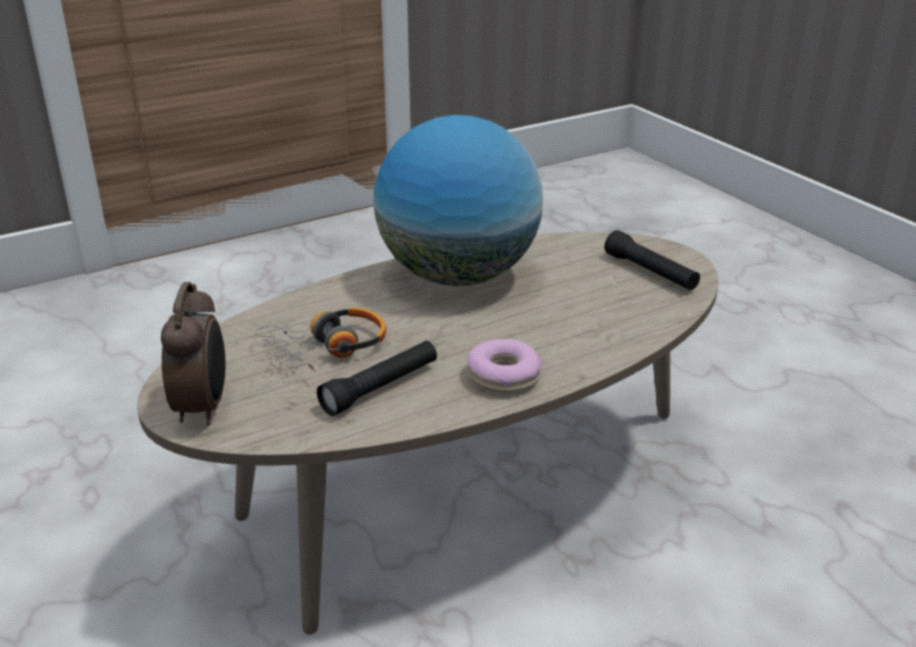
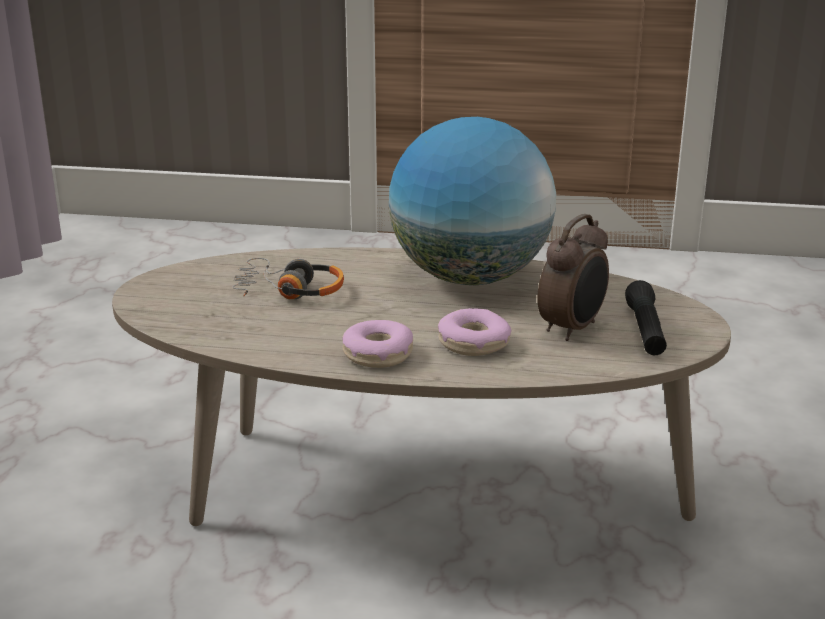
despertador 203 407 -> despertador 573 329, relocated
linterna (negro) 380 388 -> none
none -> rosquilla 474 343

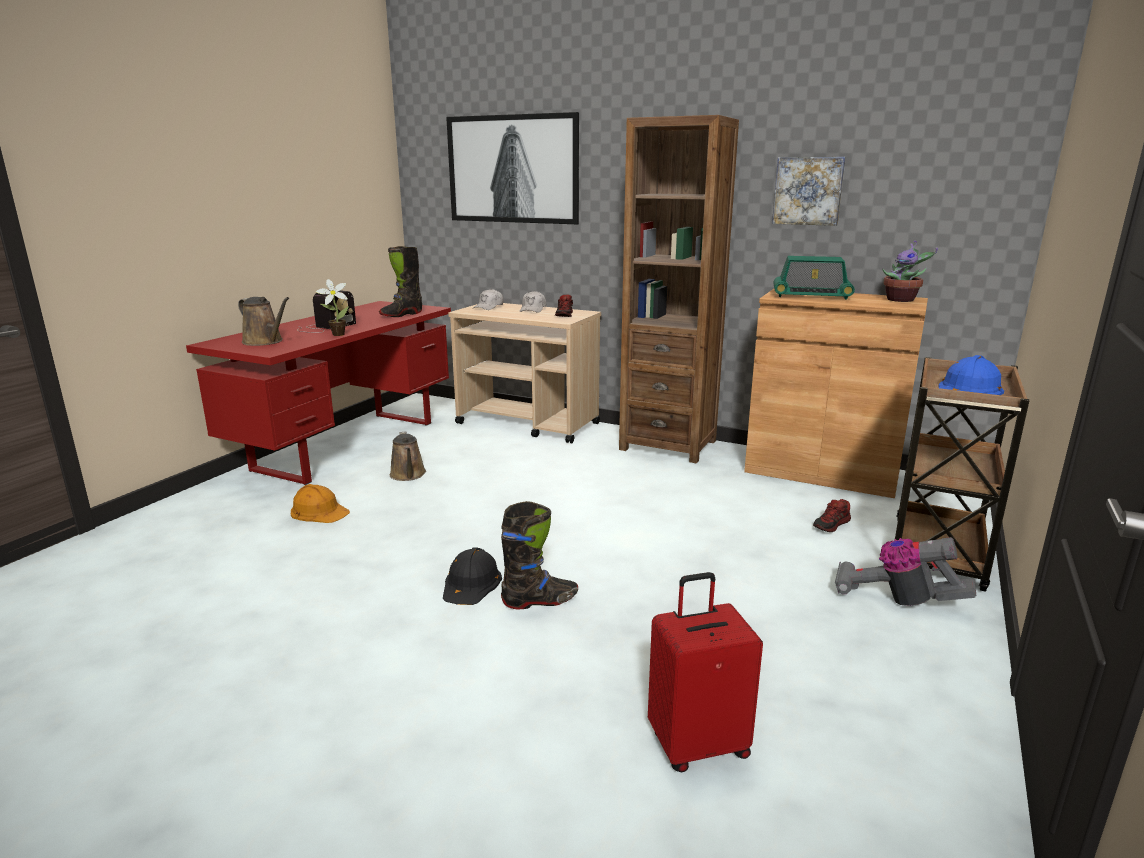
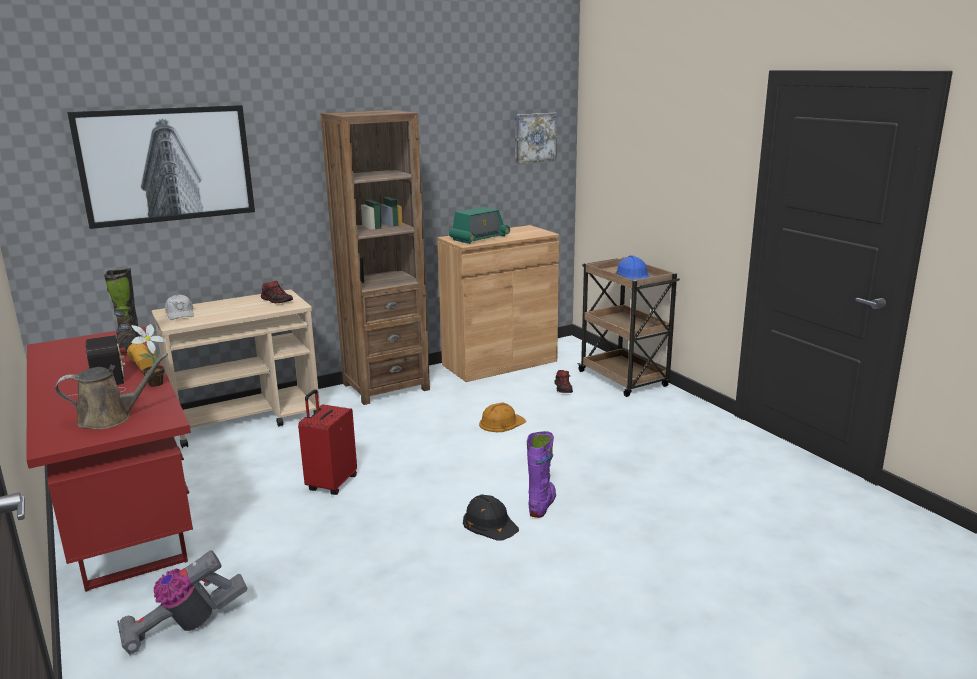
cuadro 808 191 -> cuadro 534 137, relocated
planta en maceta 902 300 -> none
gorra (blanco) 533 309 -> none
regadera (marrón) 408 475 -> none
casco (naranja) 319 511 -> casco (naranja) 501 423, relocated
bota (negro) 540 601 -> bota (morado) 542 505
aspiradora 897 599 -> aspiradora 184 626, relocated
maleta (rojo) 697 744 -> maleta (rojo) 331 484, relocated
none -> linterna 142 365

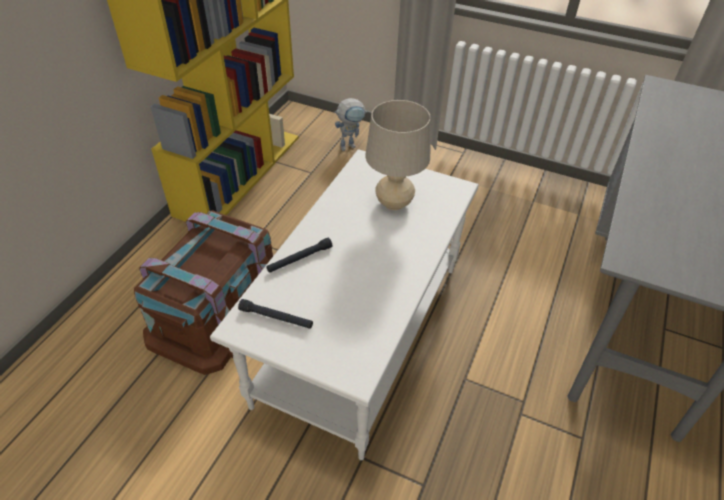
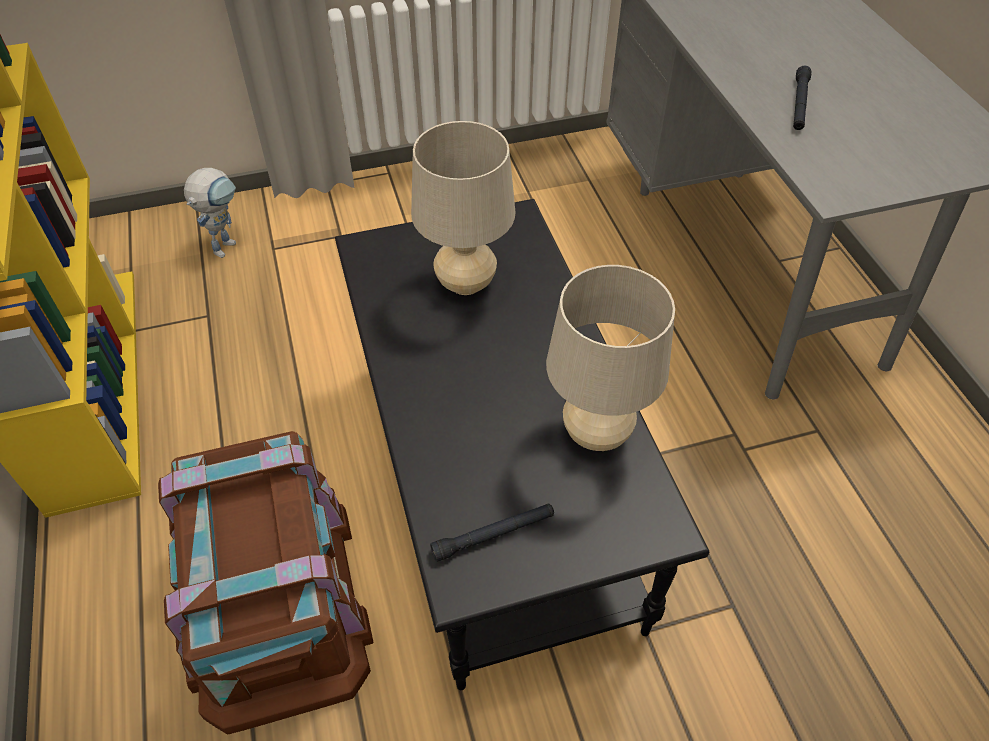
mesa de centro (blanco) 359 331 -> mesa de centro (negro) 492 486
linterna (negro) 299 259 -> linterna (negro) 799 104, relocated
none -> lámpara de mesa (beis) 596 433

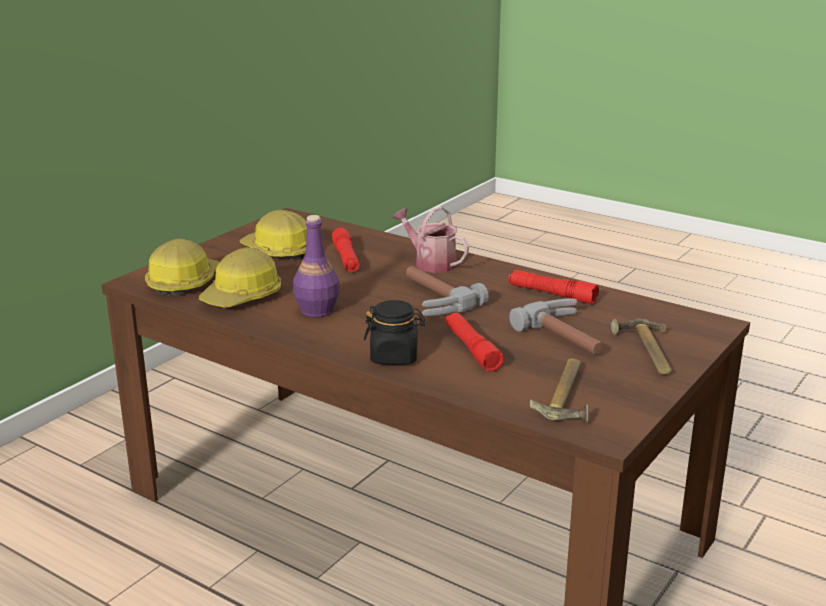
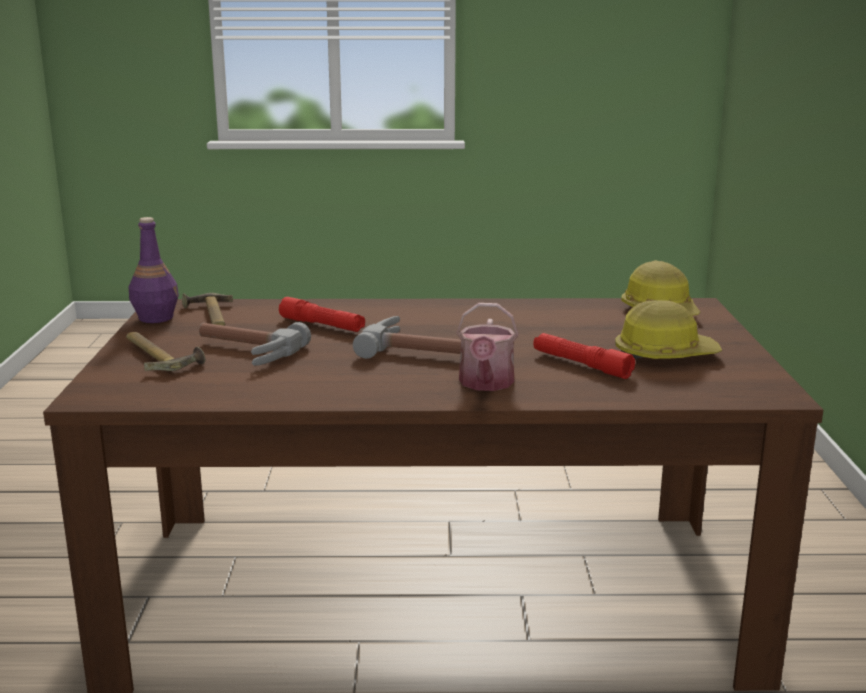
regadera 430 263 -> regadera 485 384, 90 degrees clockwise
botella (morado) 317 311 -> botella (morado) 156 318, relocated
casco 243 297 -> none
linterna (rojo) 552 294 -> none
tarro (negro) 394 357 -> none

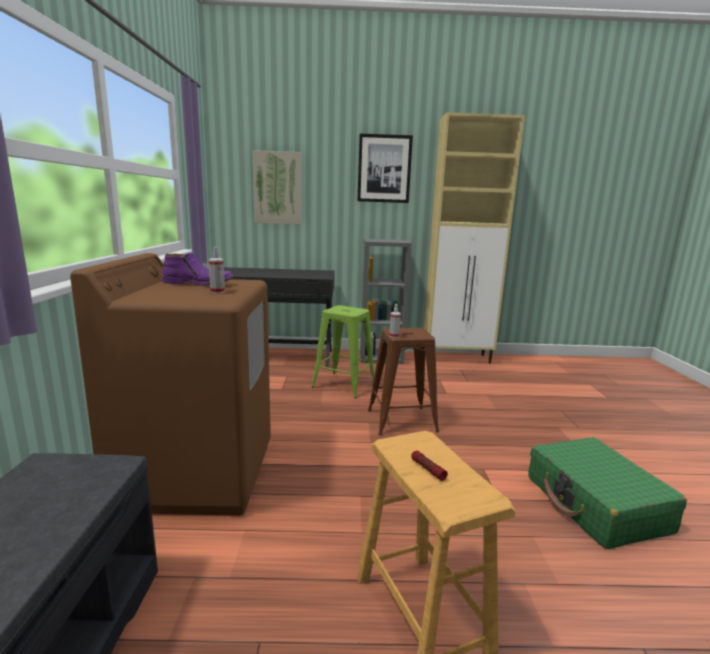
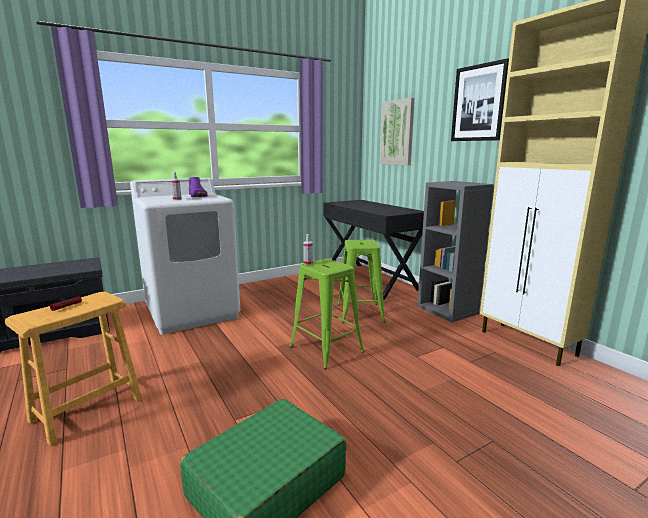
lavadora (marrón) 197 473 -> lavadora (blanco) 193 312
taburete (marrón) 401 420 -> taburete (verde) 326 349

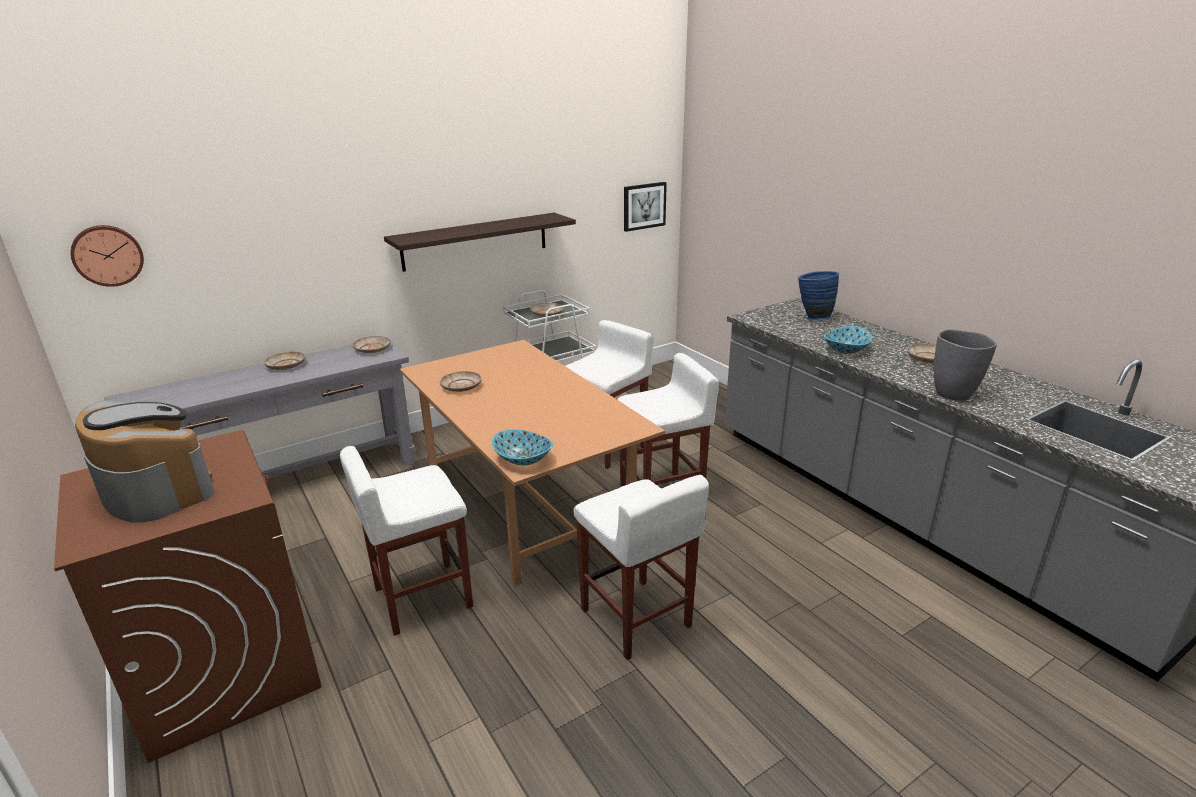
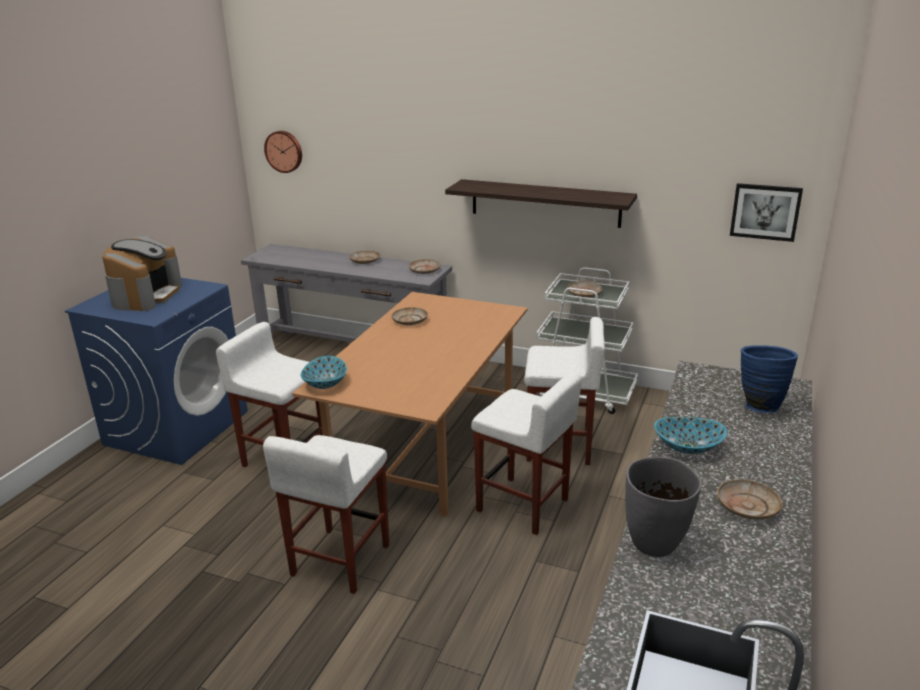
lavadora (marrón) 225 667 -> lavadora (azul) 177 427

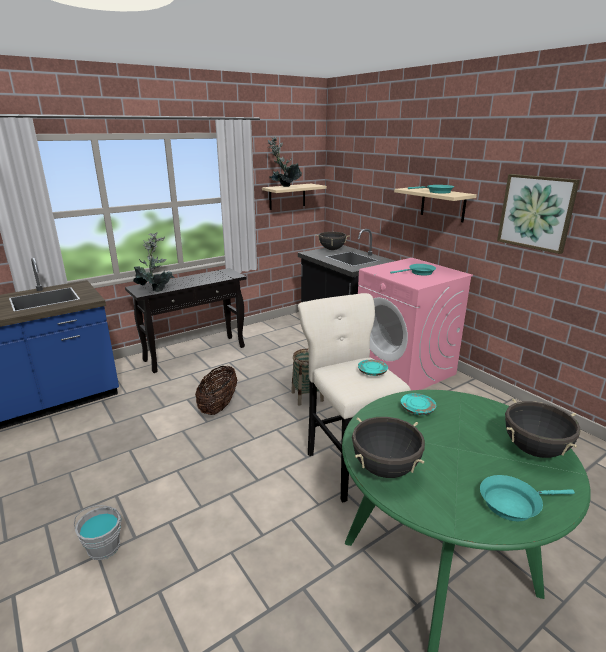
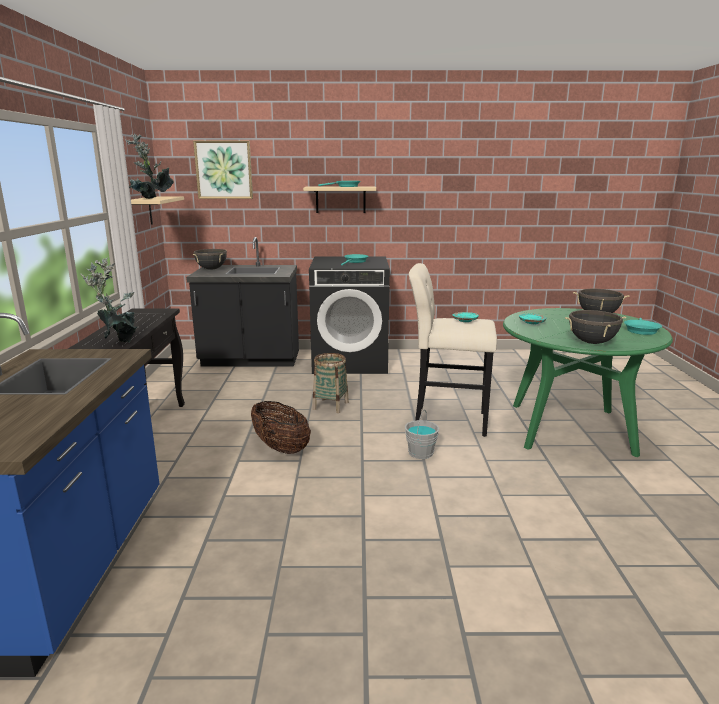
cuadro 536 212 -> cuadro 224 170, relocated
lavadora (rosa) 405 369 -> lavadora (negro) 351 362
cubo (gris) 104 547 -> cubo (gris) 420 452, relocated

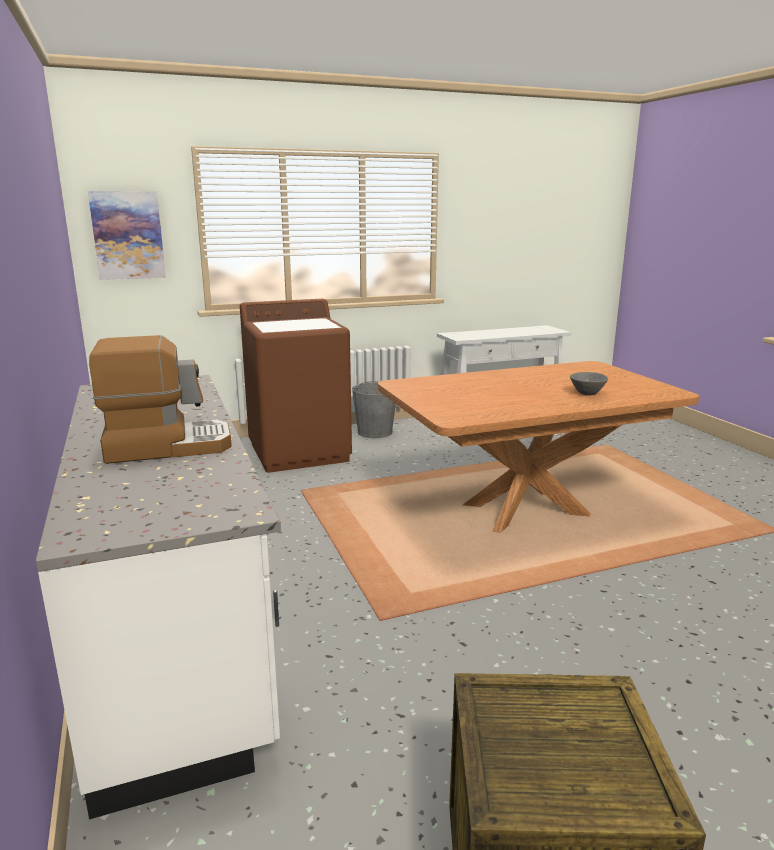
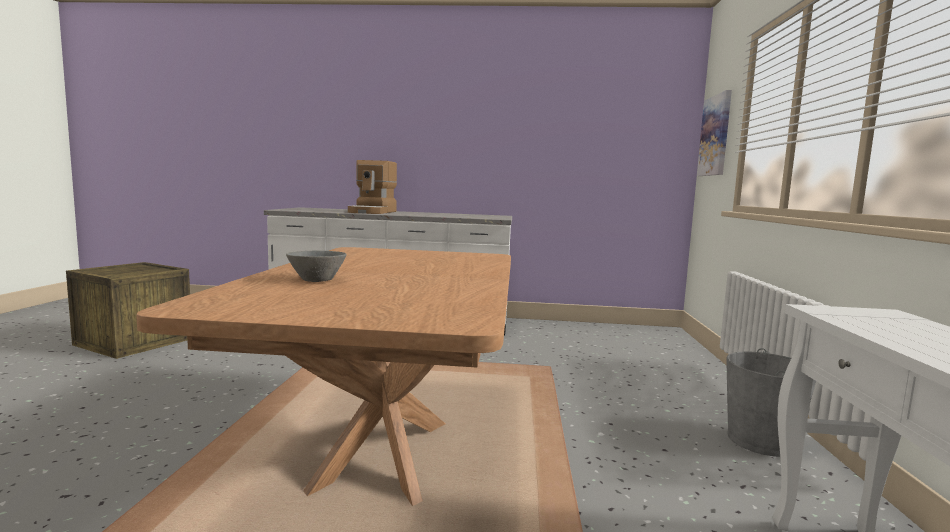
lavadora (marrón) 300 452 -> none

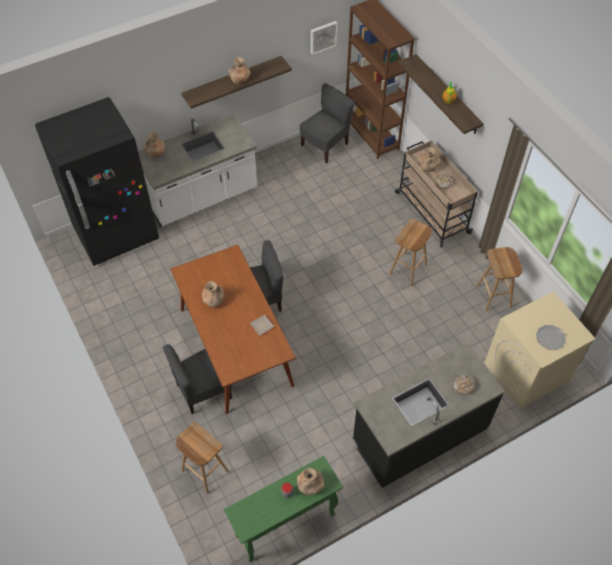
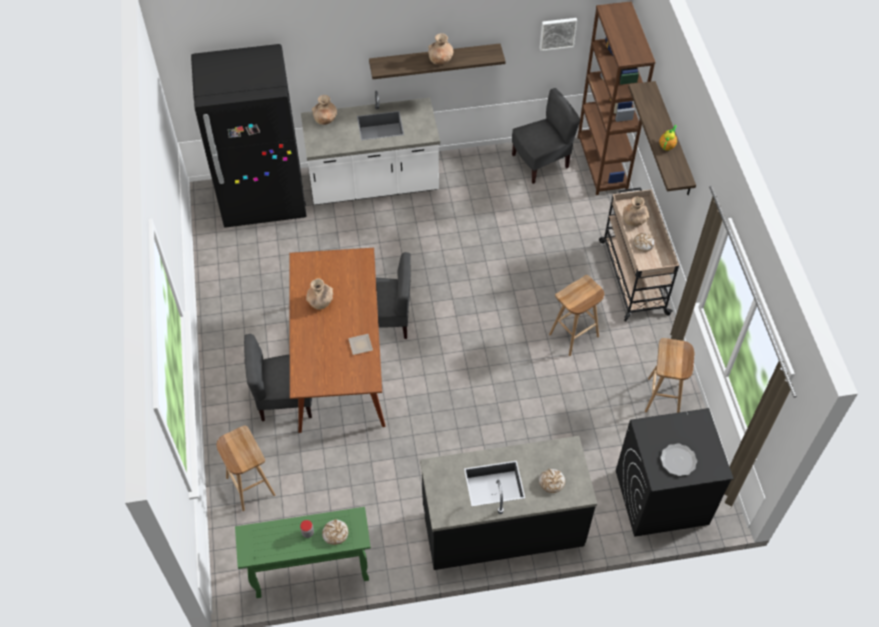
lavadora (beis) 526 372 -> lavadora (negro) 661 497
florero (marrón) 310 486 -> pan 335 534

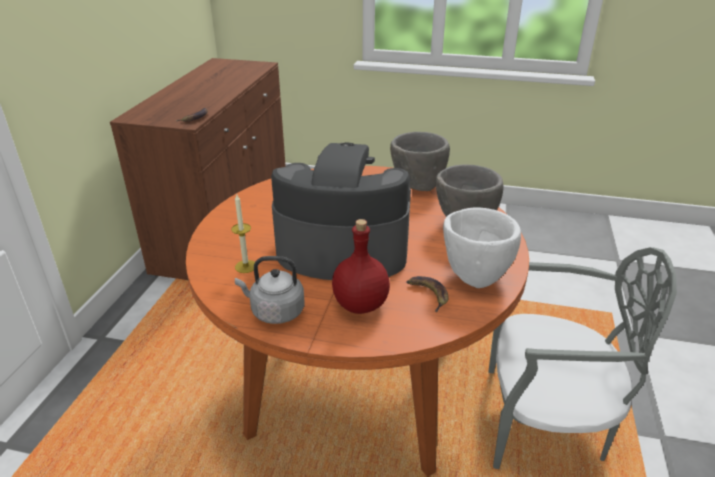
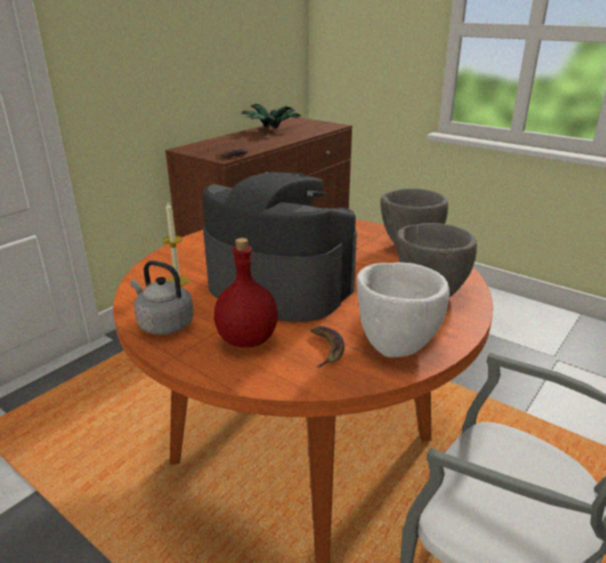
none -> planta en maceta 270 130

